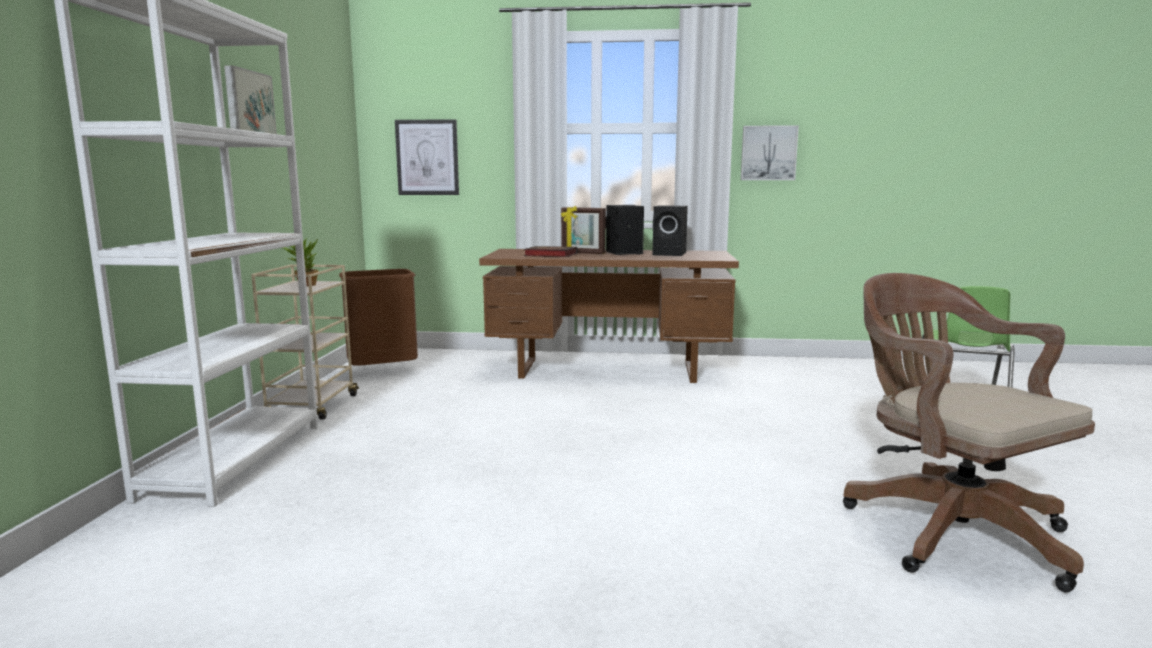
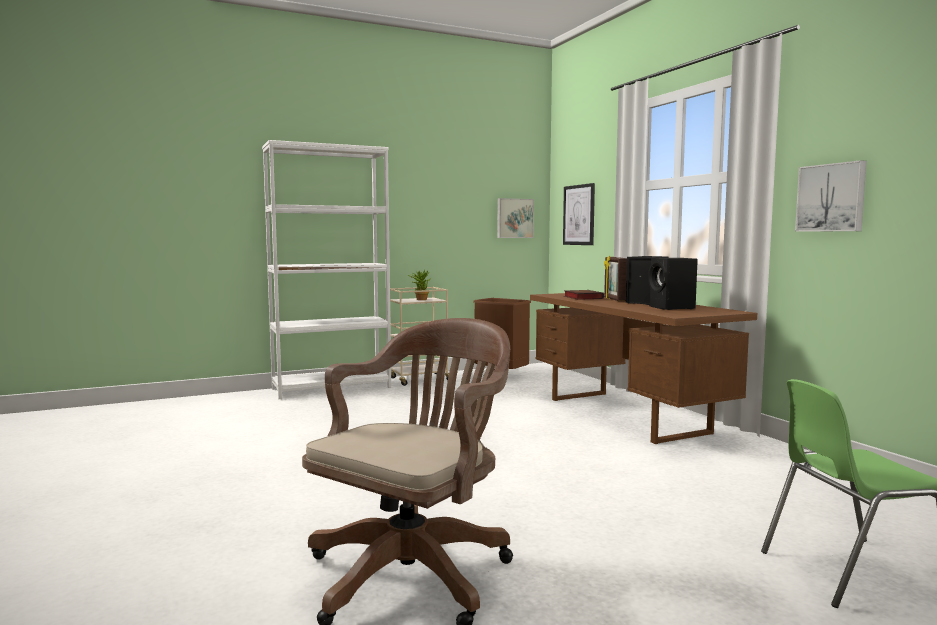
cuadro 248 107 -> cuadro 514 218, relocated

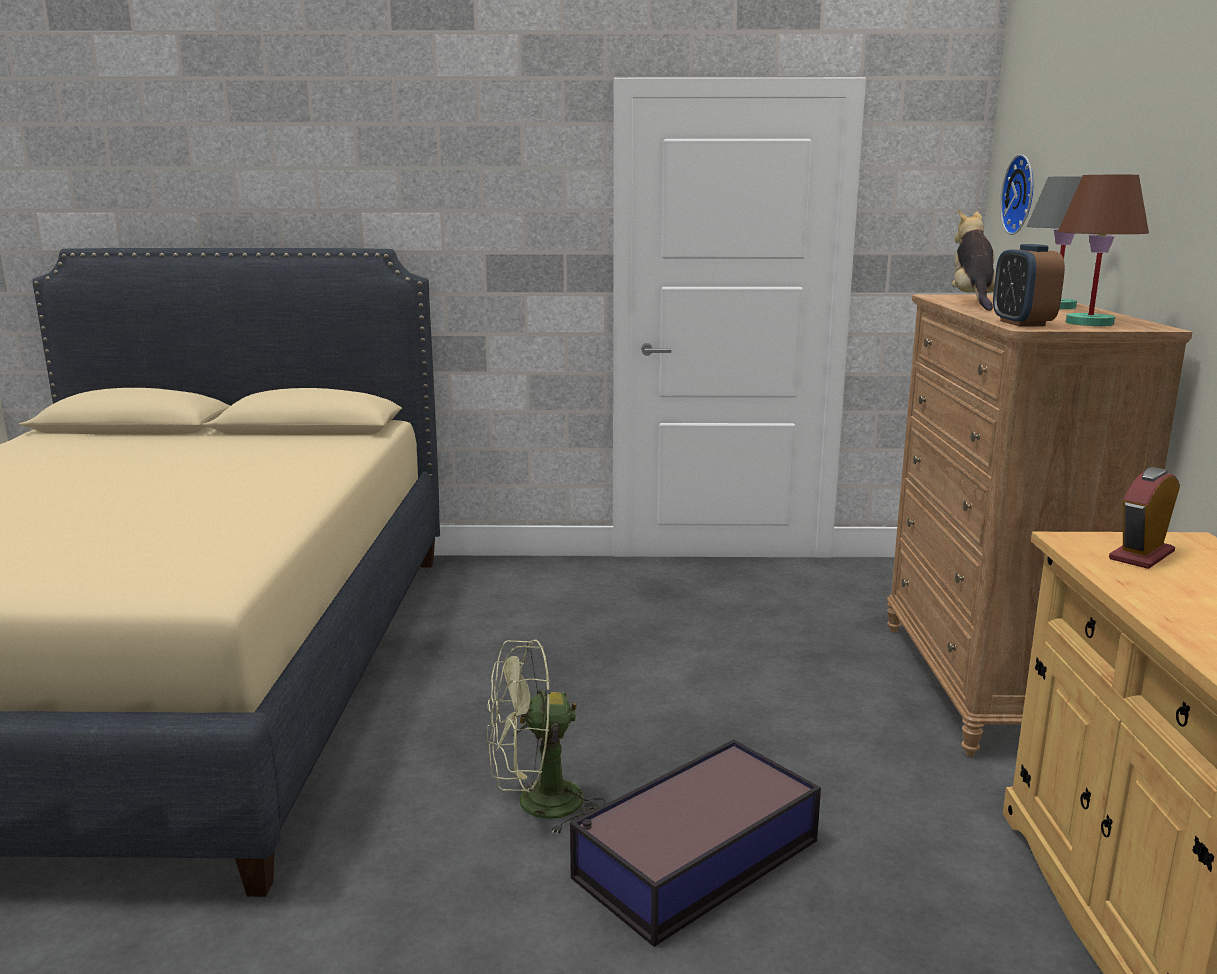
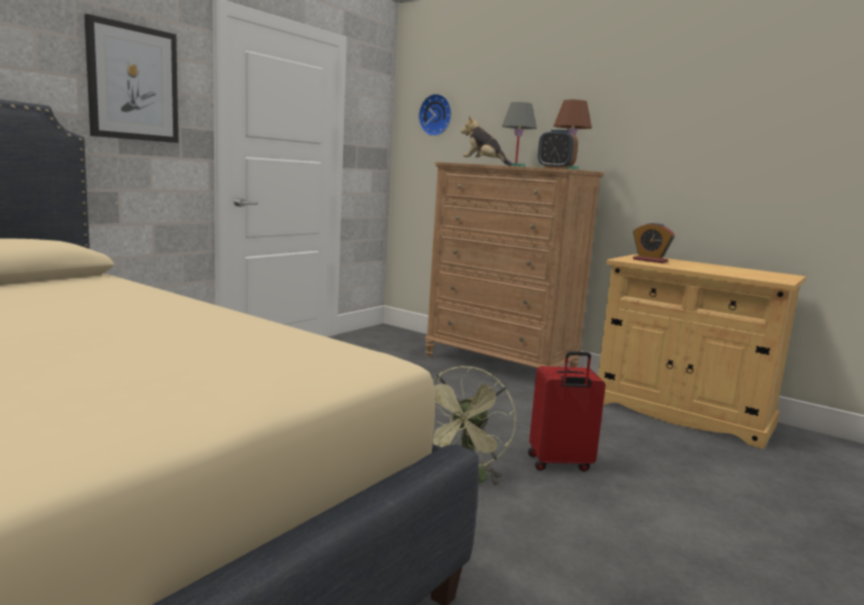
despertador 1141 555 -> despertador 650 260, 45 degrees counterclockwise
caja de almacenaje 694 859 -> maleta (rojo) 559 464
none -> cuadro 133 83

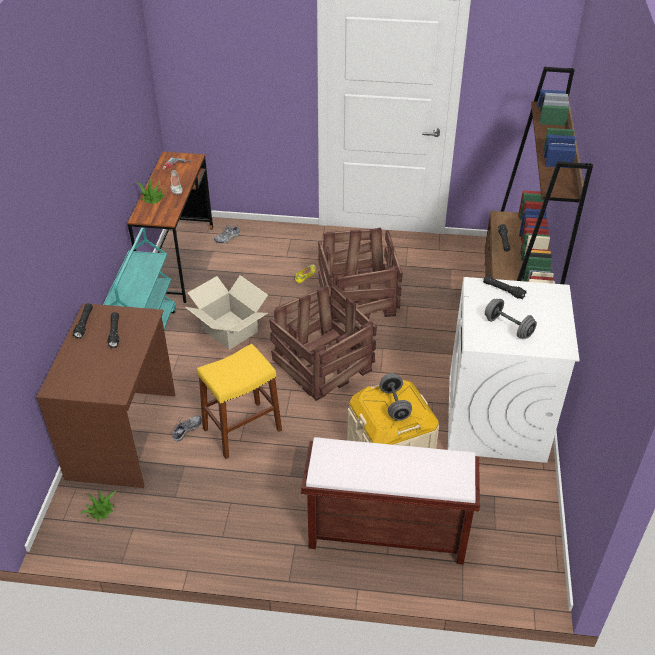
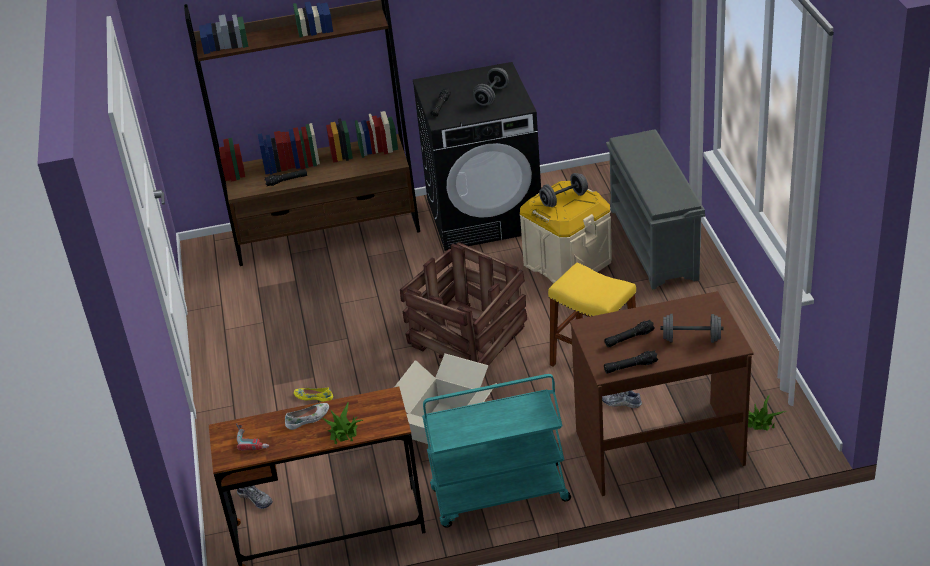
caja de embalaje 359 297 -> none
lavadora (blanco) 496 419 -> lavadora (negro) 485 214
banco (marrón) 385 533 -> zapatero (gris) 654 244
none -> mancuerna (gris) 691 339

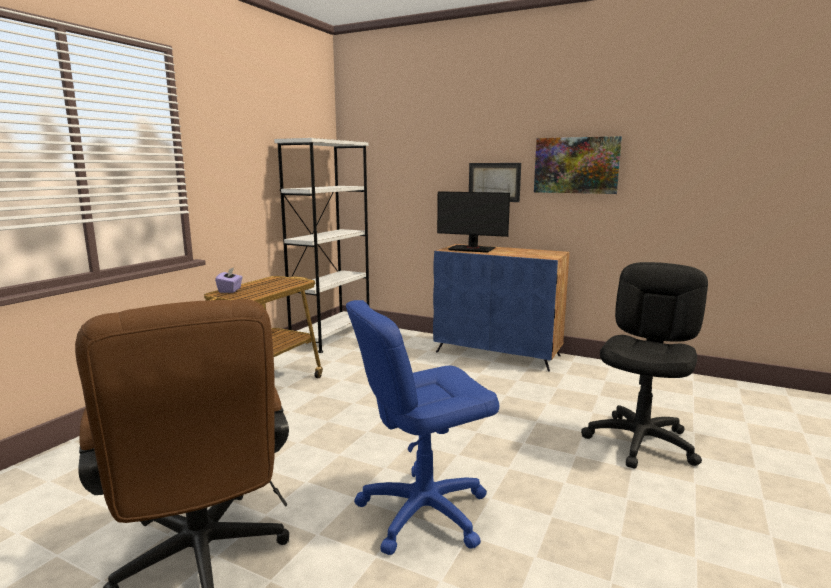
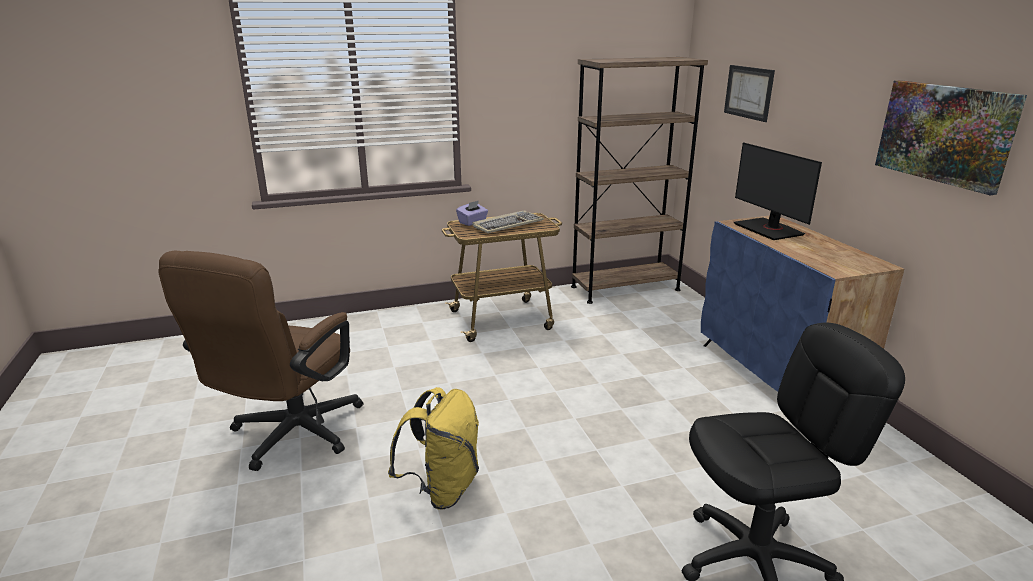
estantería (blanco) 331 336 -> estantería (marrón) 625 288
cuadro 494 182 -> cuadro 748 92, relocated
silla de oficina (azul) 423 512 -> mochila (amarillo) 442 489
none -> teclado 507 224

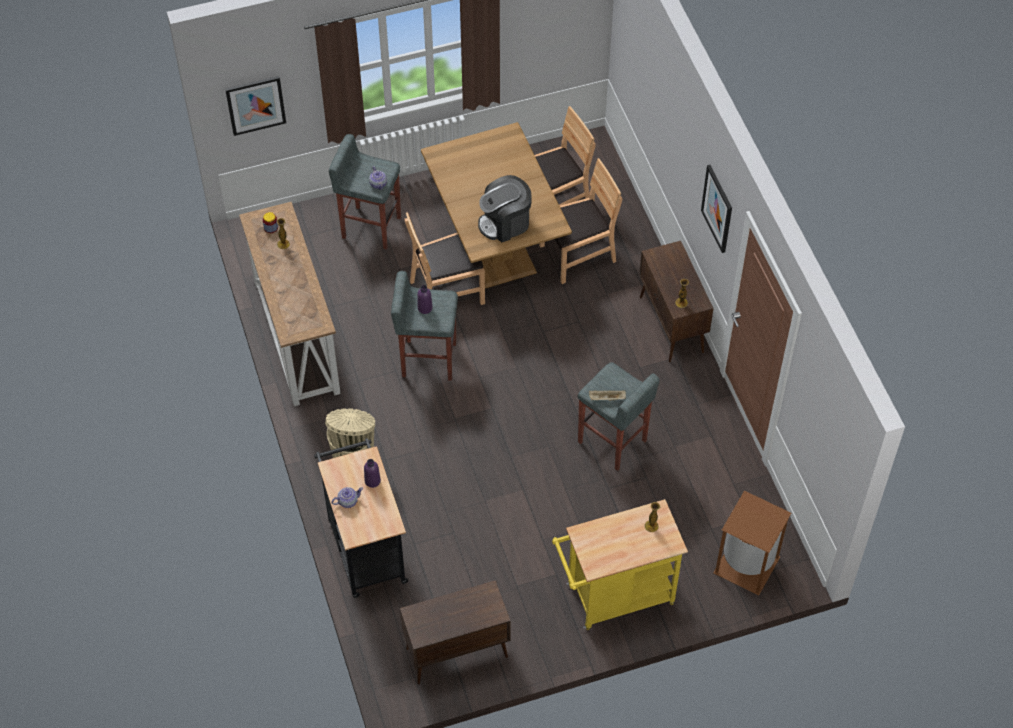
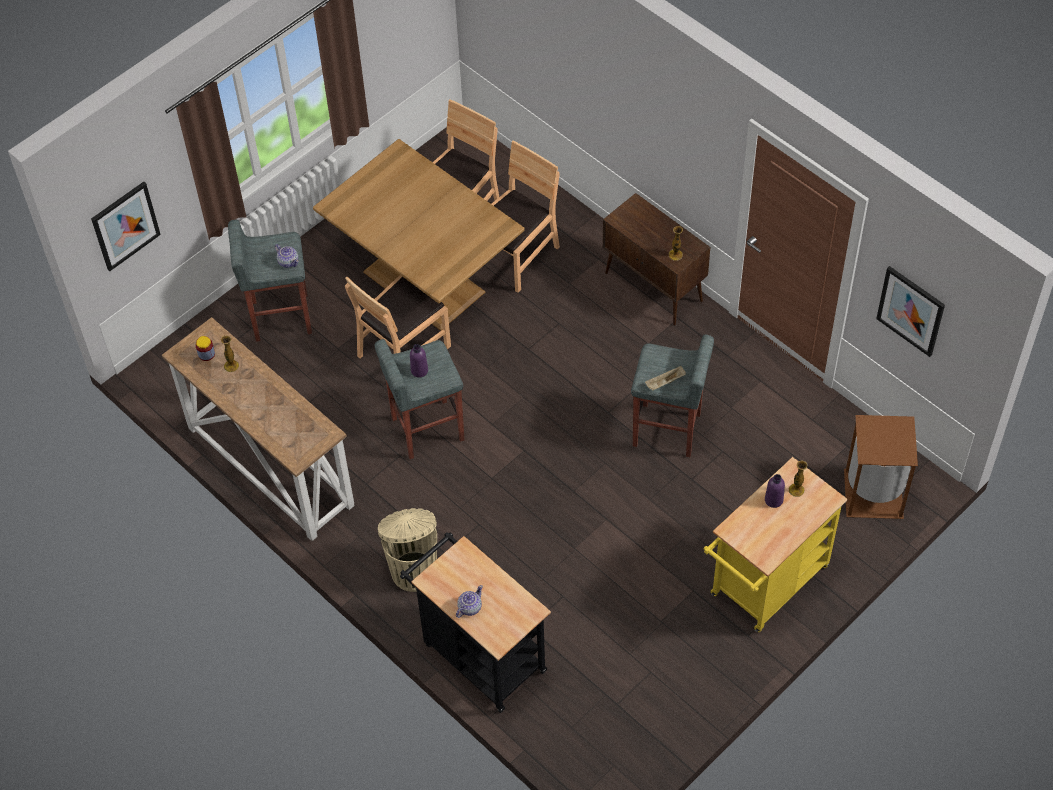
cuadro 717 208 -> cuadro 911 310, relocated
cafetera 505 223 -> none
botella (morado) 372 481 -> botella (morado) 773 500, relocated
armario (marrón) 456 653 -> none

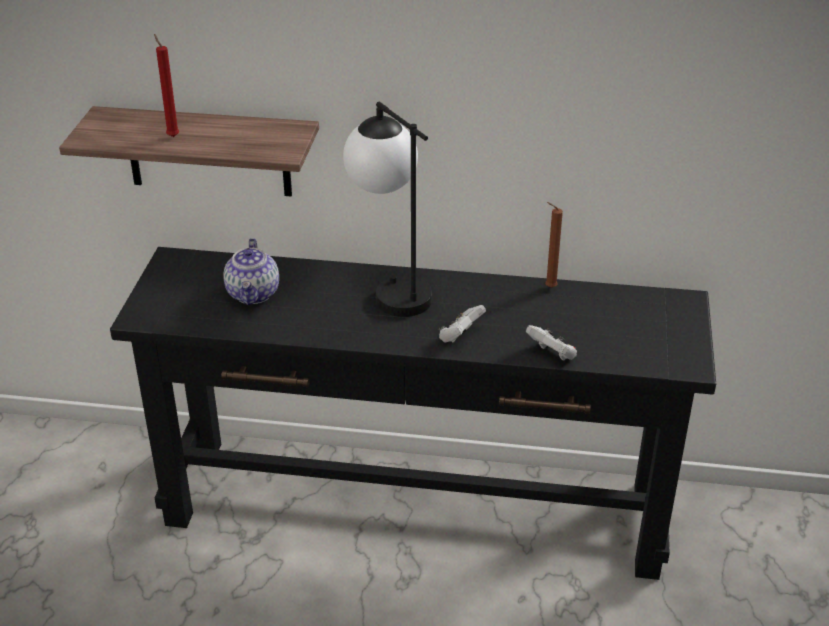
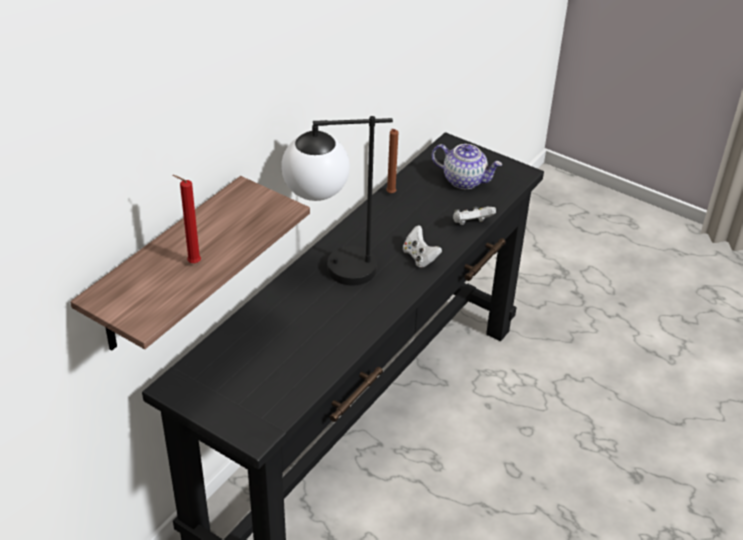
tetera 254 294 -> tetera 465 180, relocated

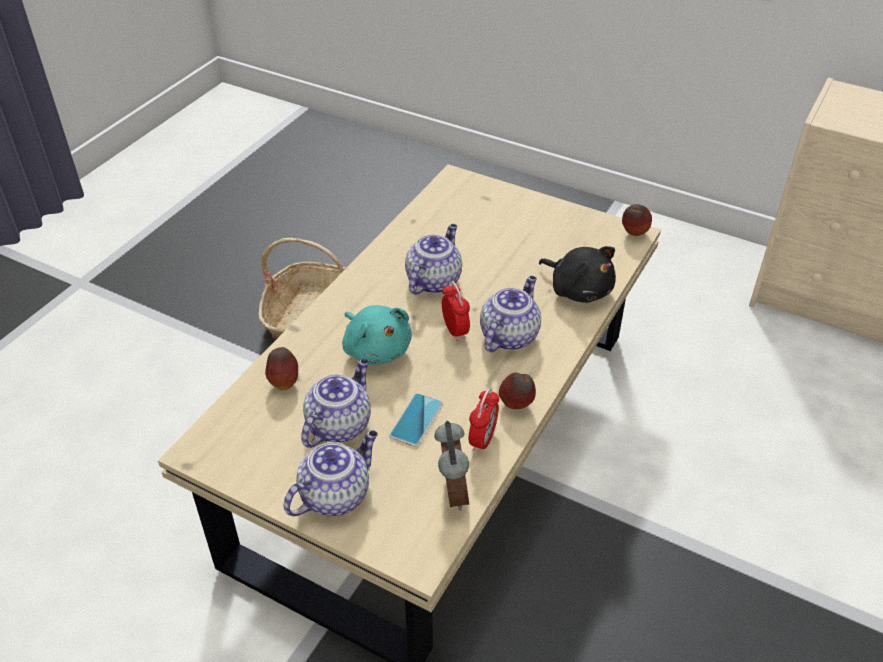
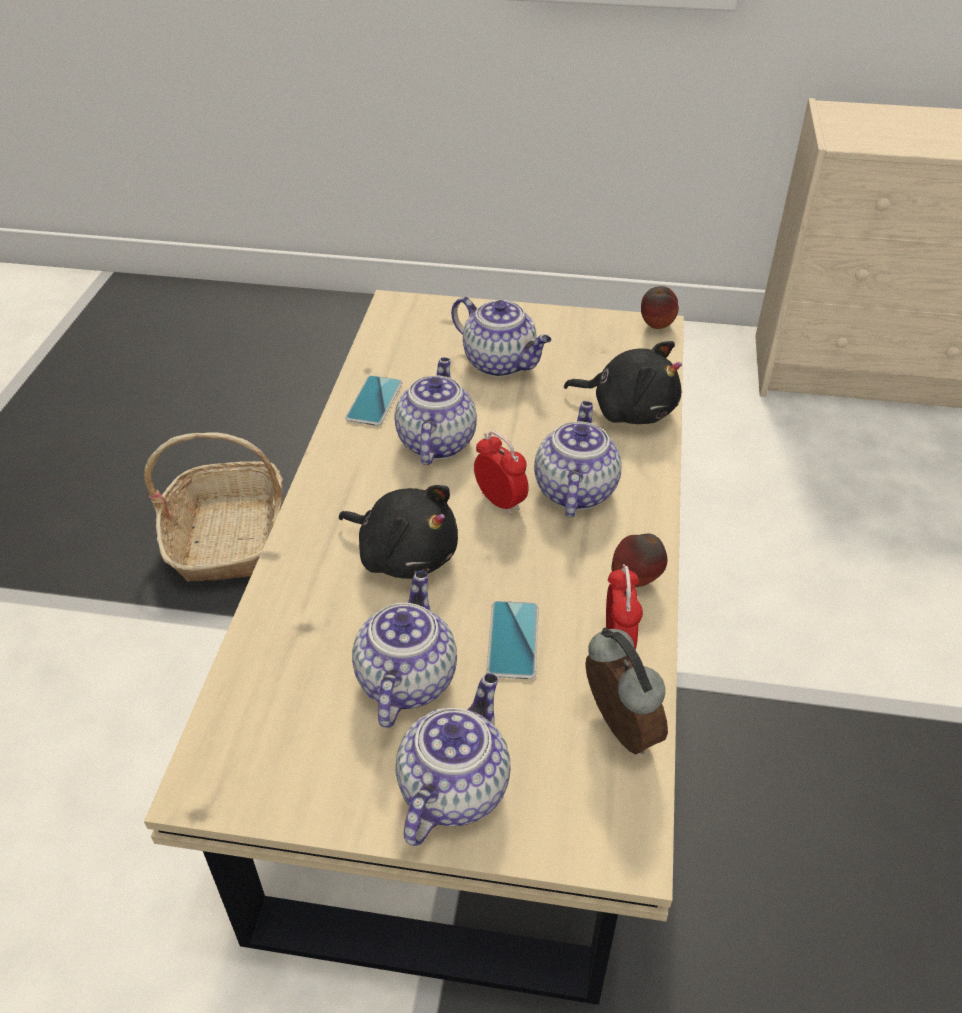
peluche (turquesa) 376 349 -> peluche (negro) 404 554
manzana 284 383 -> none
none -> tetera 501 363
none -> móvil 374 401

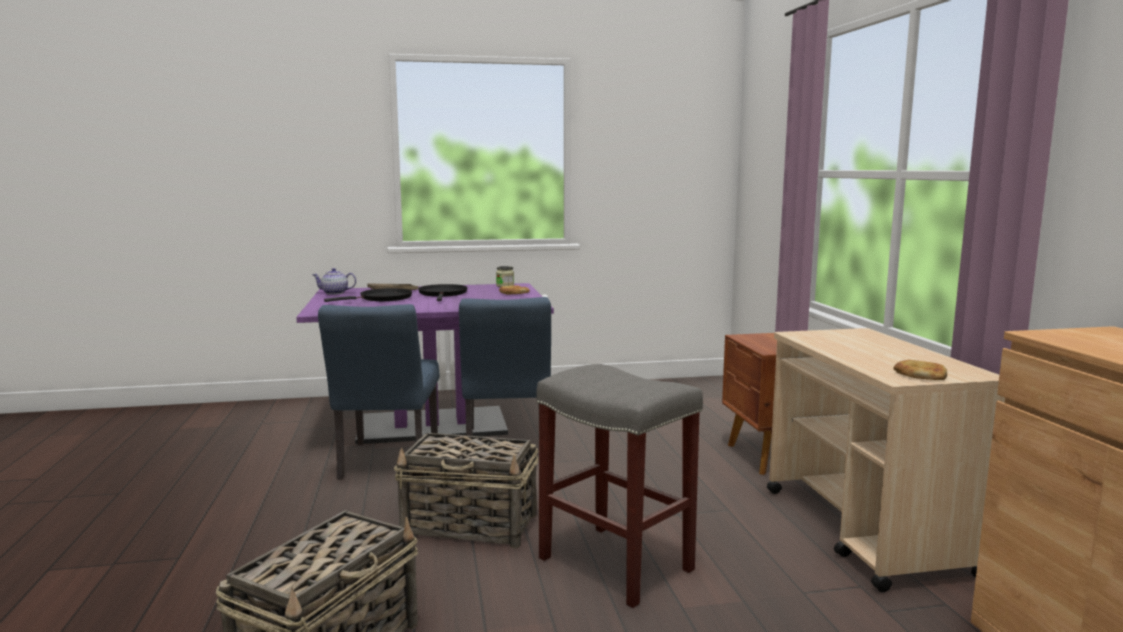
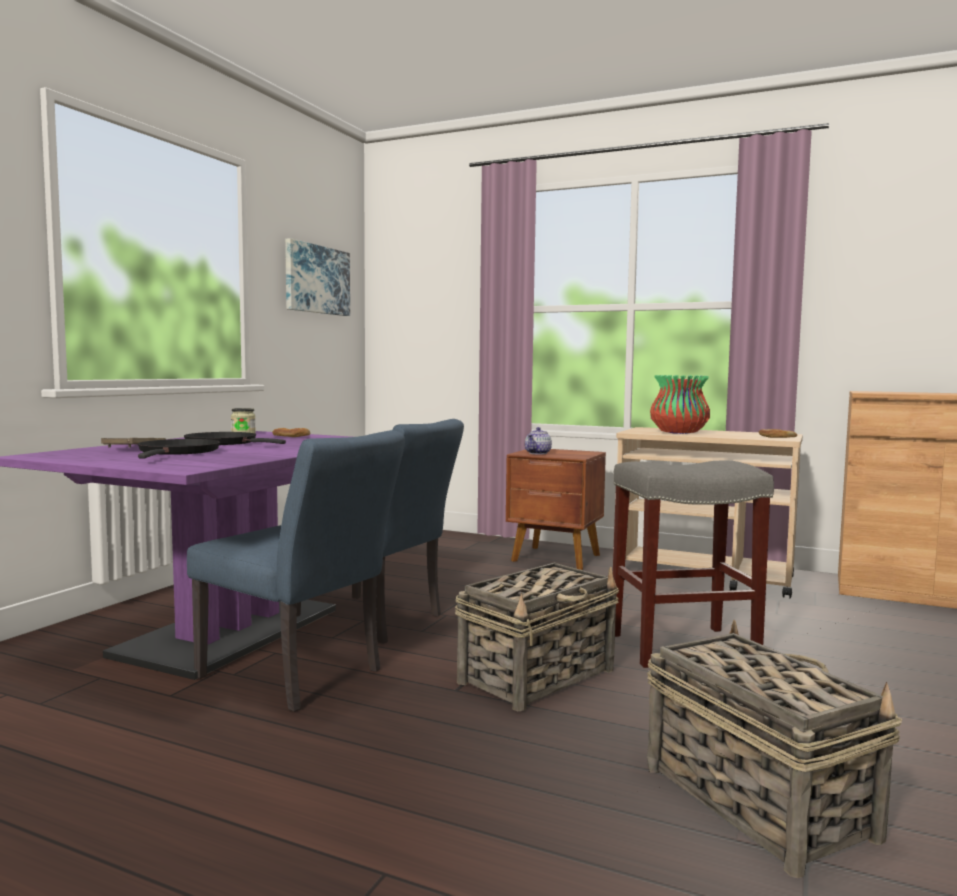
tetera 335 293 -> tetera 538 453, relocated
none -> cuadro 316 279
none -> florero 678 432

